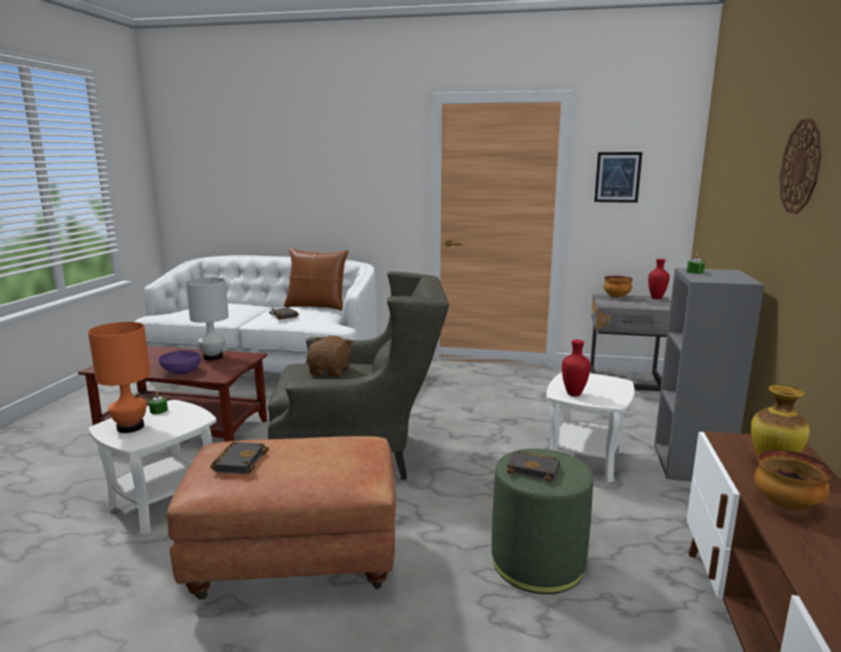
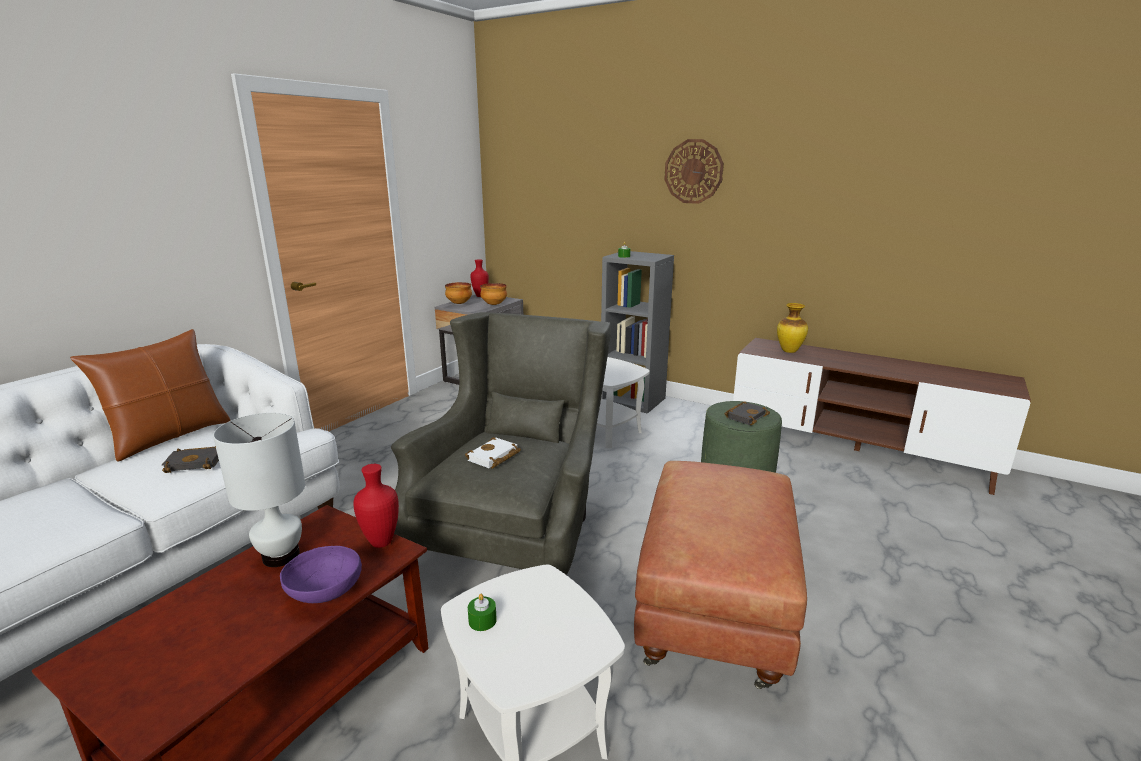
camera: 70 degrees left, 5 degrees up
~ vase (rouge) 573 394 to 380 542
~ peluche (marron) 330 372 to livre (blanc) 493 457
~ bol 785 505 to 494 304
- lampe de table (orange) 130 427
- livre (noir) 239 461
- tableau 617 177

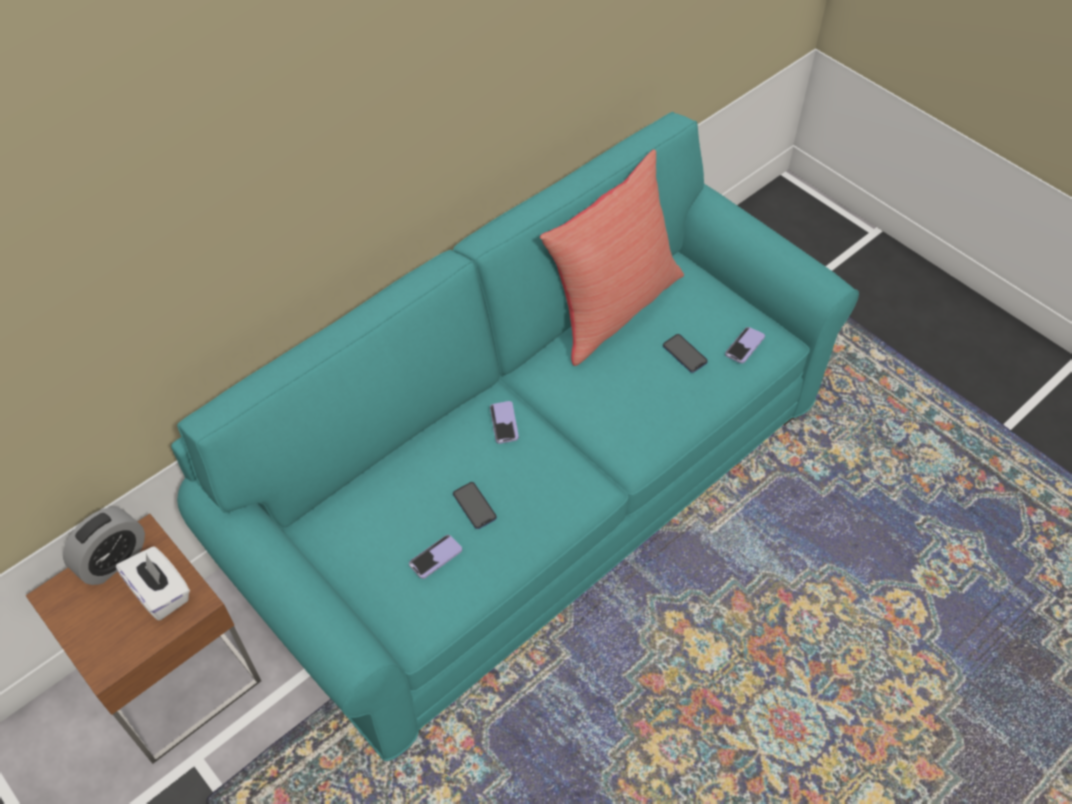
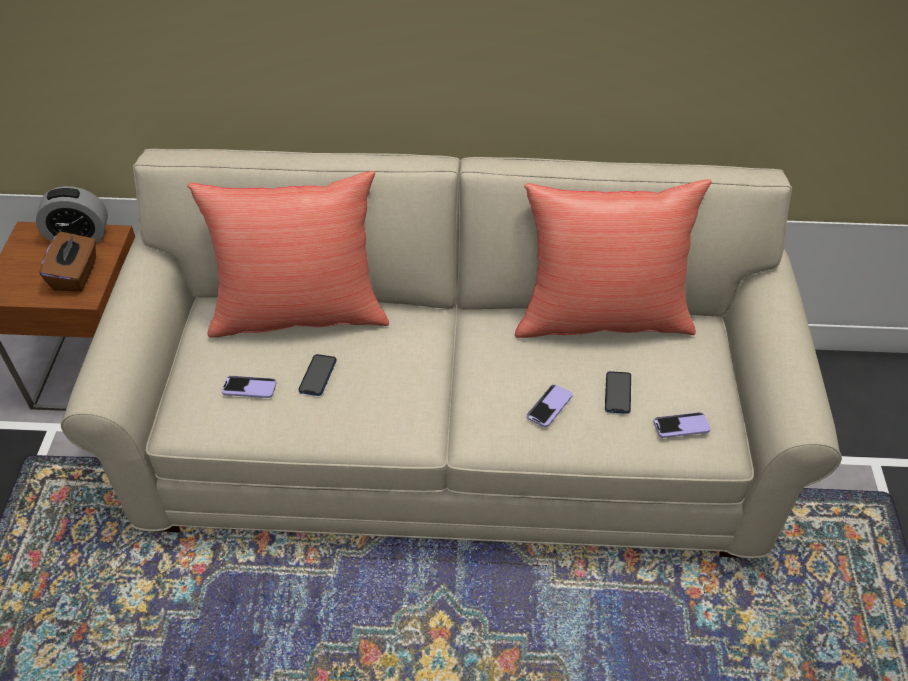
camera: 45 degrees right, 5 degrees down
~ boîte à mouchoirs (blanc) 161 592 to boîte à mouchoirs (marron) 76 275
~ canapé (turquoise) 535 487 to canapé (beige) 455 438
+ coussin (rouge) 299 312
~ téléphone 504 423 to 549 406

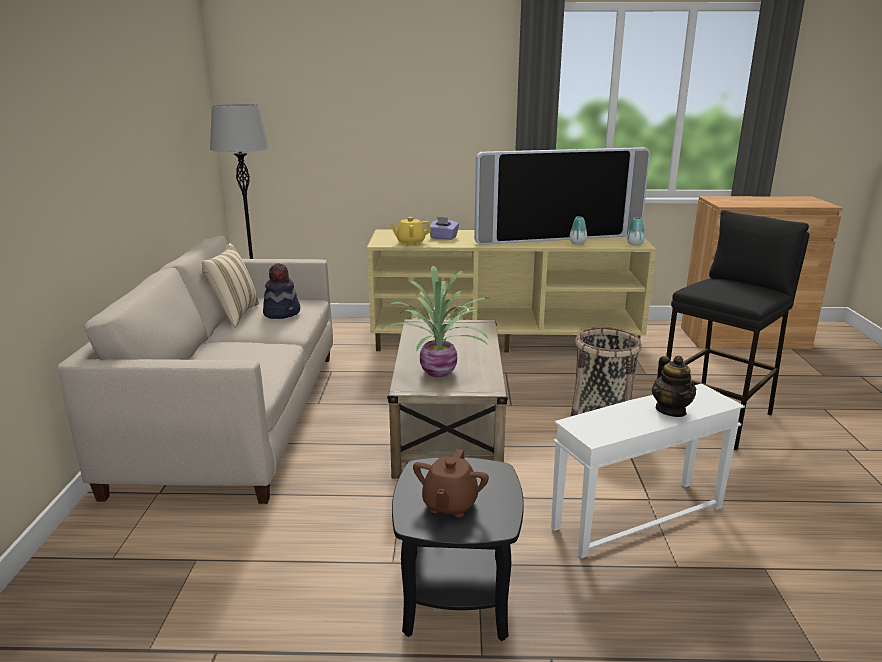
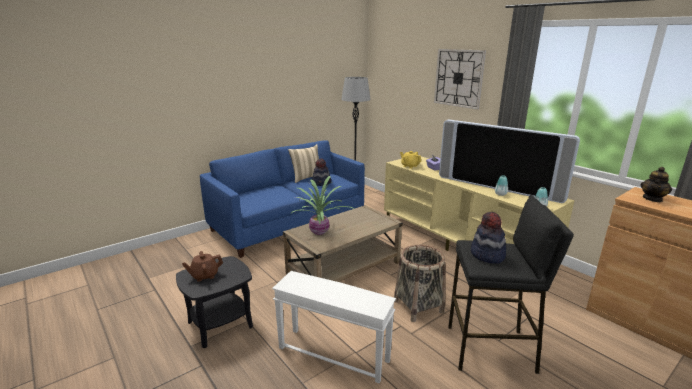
camera: 50 degrees right, 0 degrees up
~ canapé (beige) 235 416 to canapé (bleu) 289 223
+ horloge murale 458 78
+ chapeau 487 255
~ théière 671 410 to 652 199

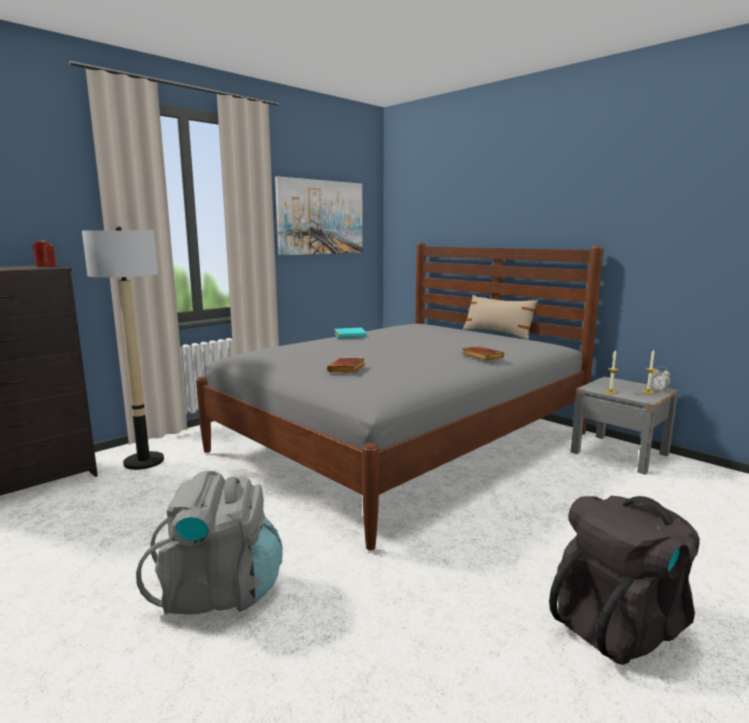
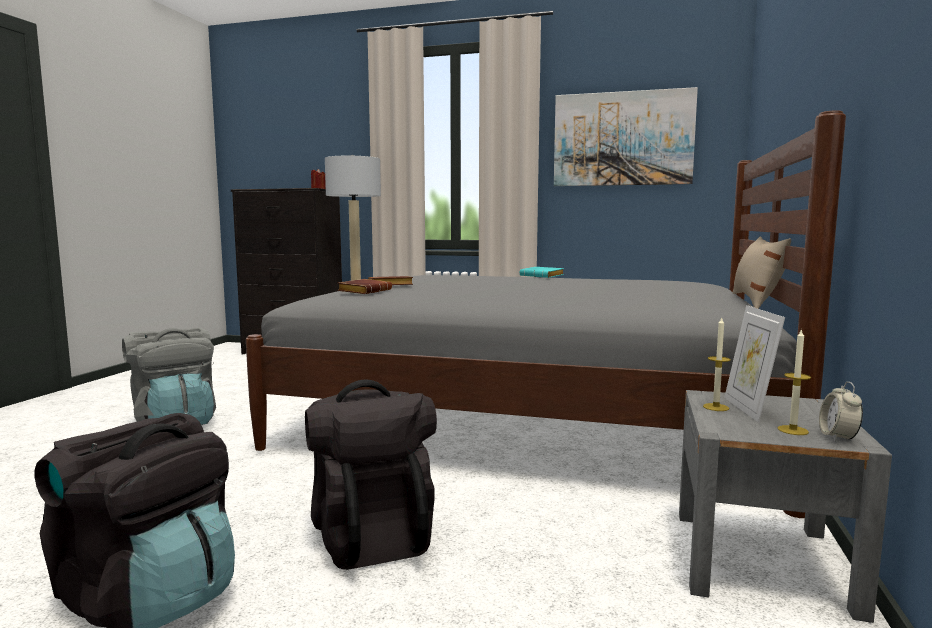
camera: 60 degrees right, 5 degrees down
+ sac à dos (noir) 371 534
~ livre (marron) 480 356 to 364 291
+ cadre photo 748 409

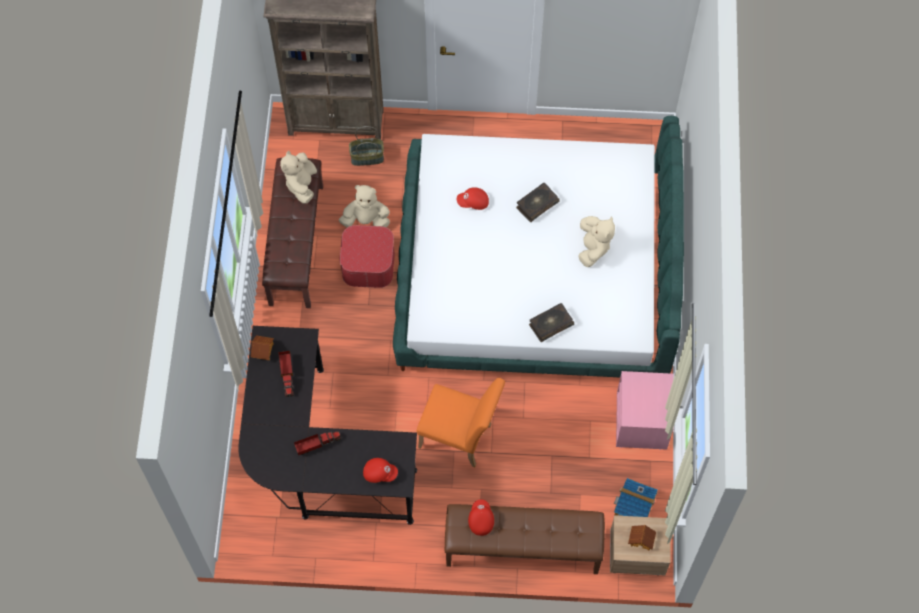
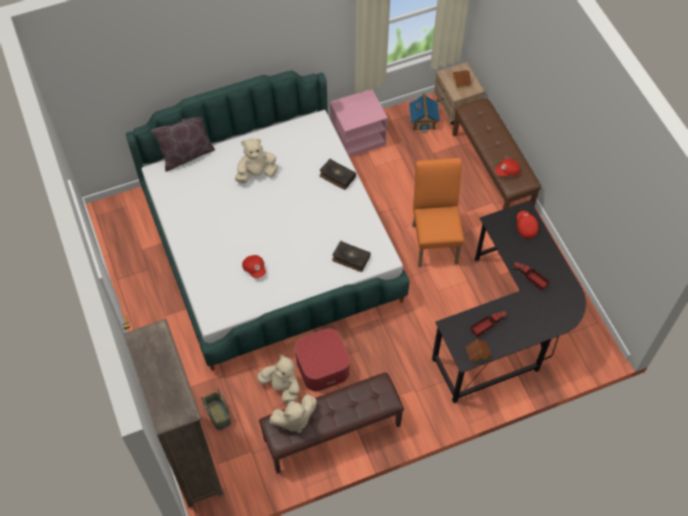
camera: 115 degrees left, 5 degrees down
+ coussin (marron) 186 155
~ peluche (beige) 366 220 = 282 387 150 degrees clockwise
~ livre 536 205 to 351 258

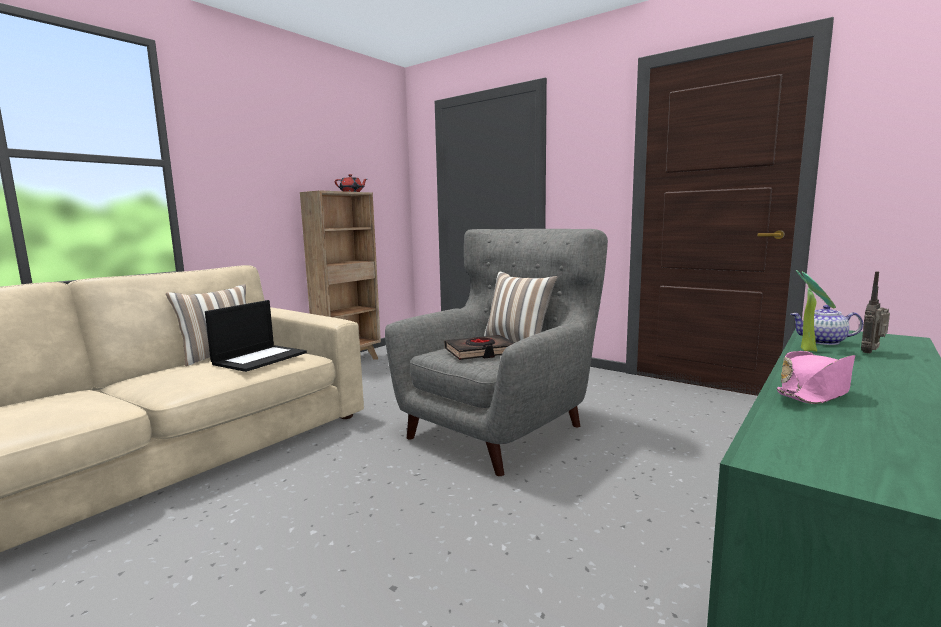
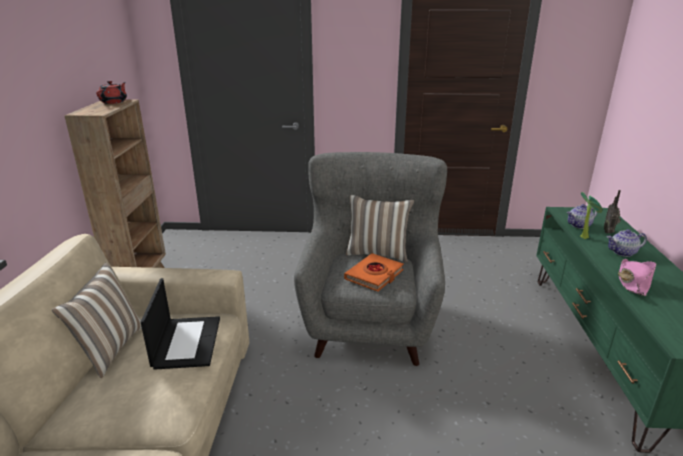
camera: 35 degrees left, 15 degrees up
~ livre (noir) 480 352 to livre (orange) 374 275
+ théière 622 252

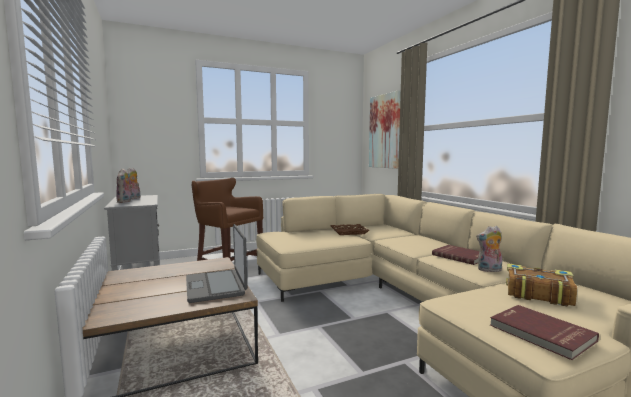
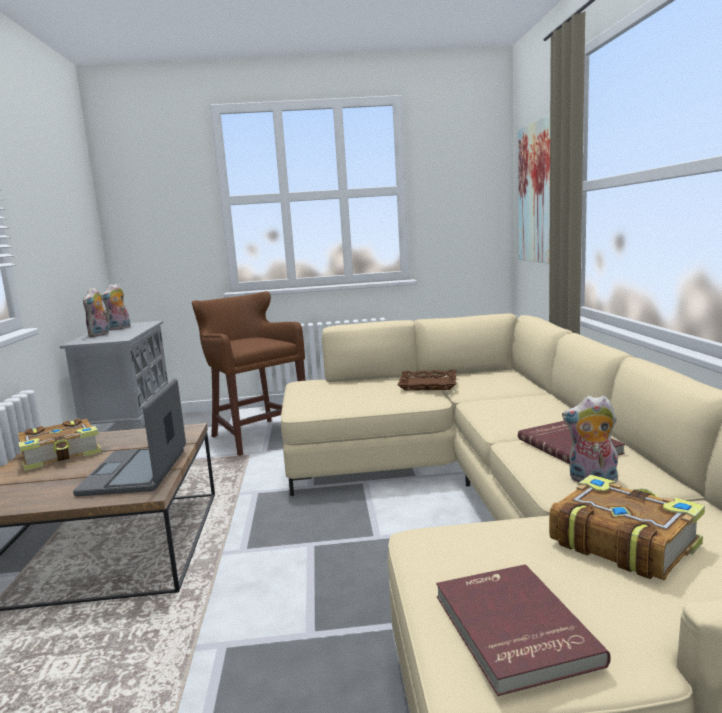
camera: 20 degrees right, 5 degrees up
+ livre 62 454

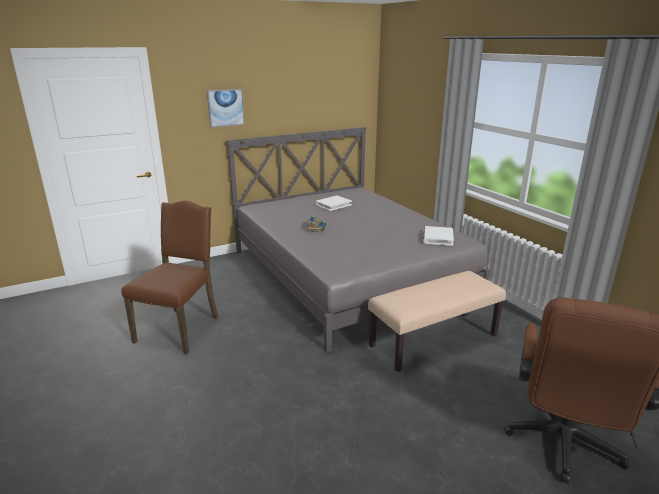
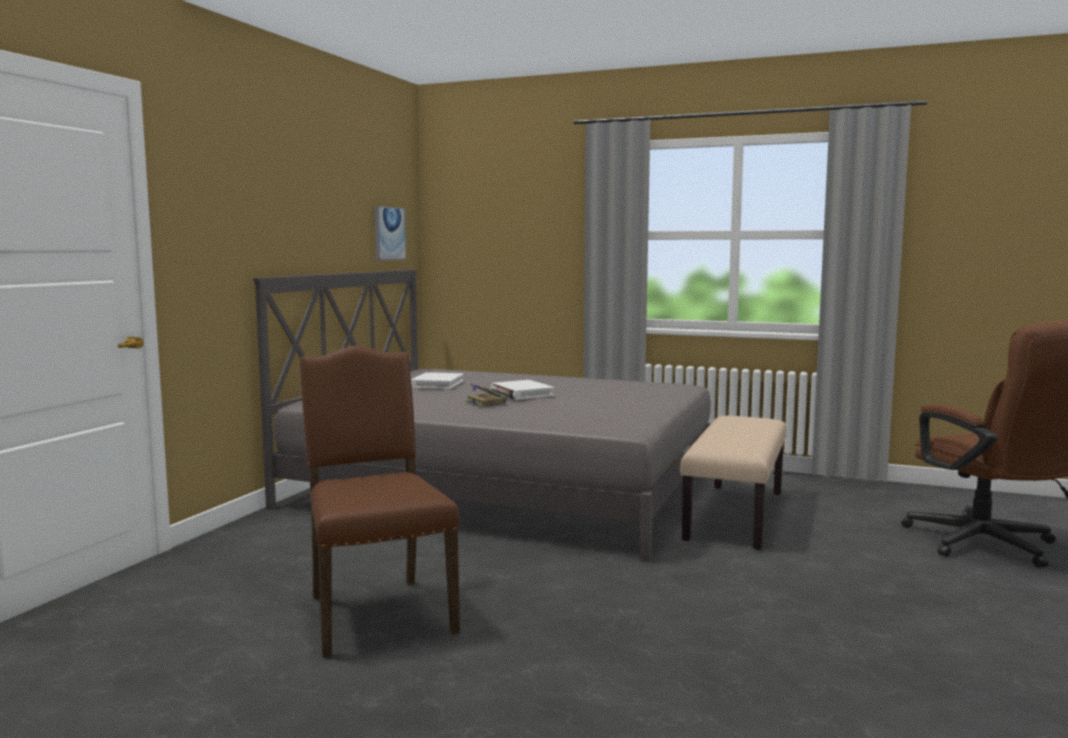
camera: 40 degrees left, 15 degrees down
~ tableau 225 107 to 389 233
~ livre (blanc) 437 238 to 521 393

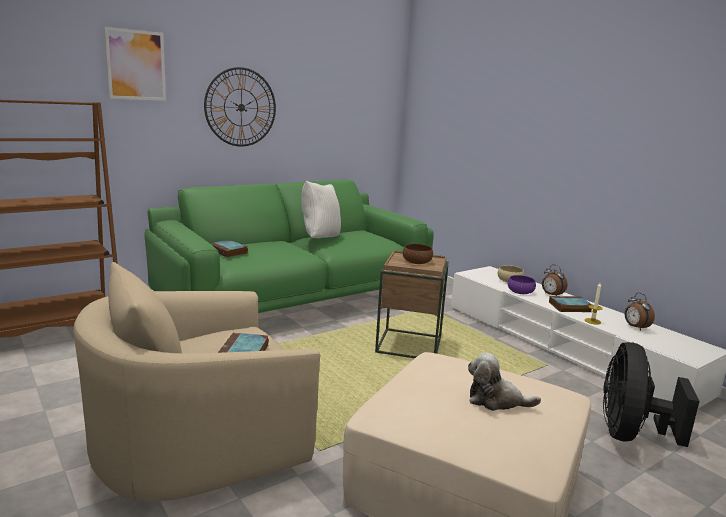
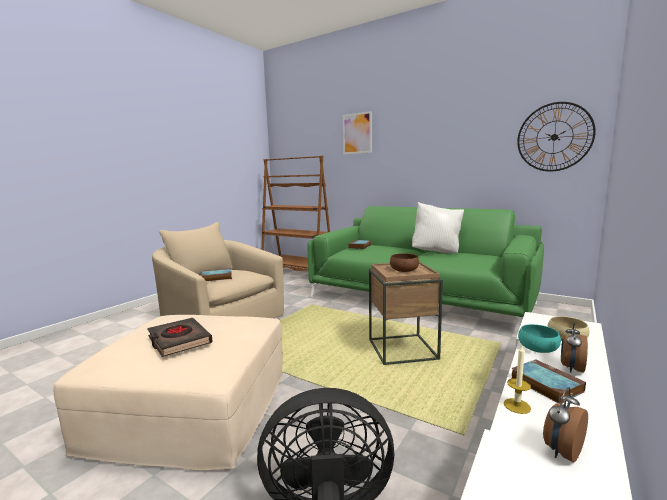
camera: 70 degrees right, 5 degrees down
~ peluche 496 400 to livre (noir) 179 340
~ horloge murale 241 107 to 554 137
~ bol (violet) 520 292 to bol (turquoise) 537 348

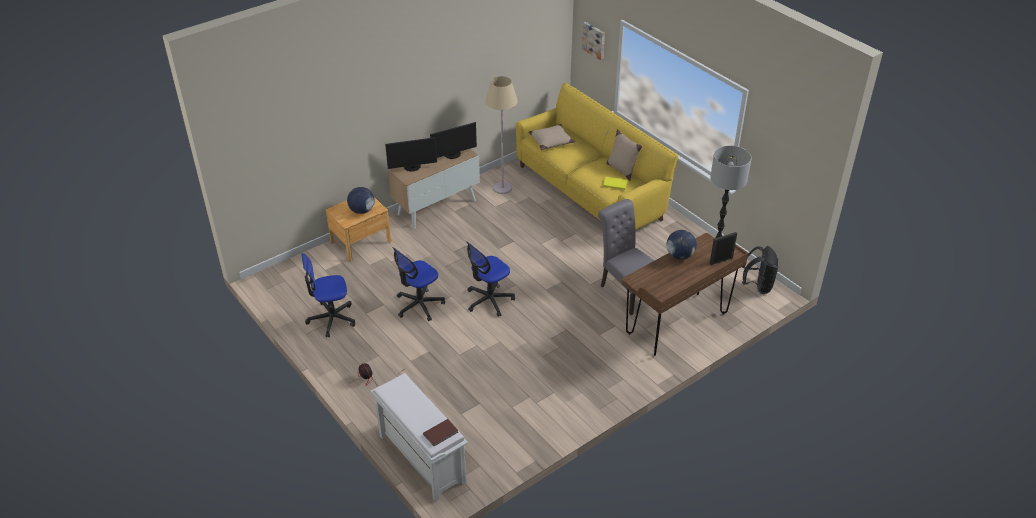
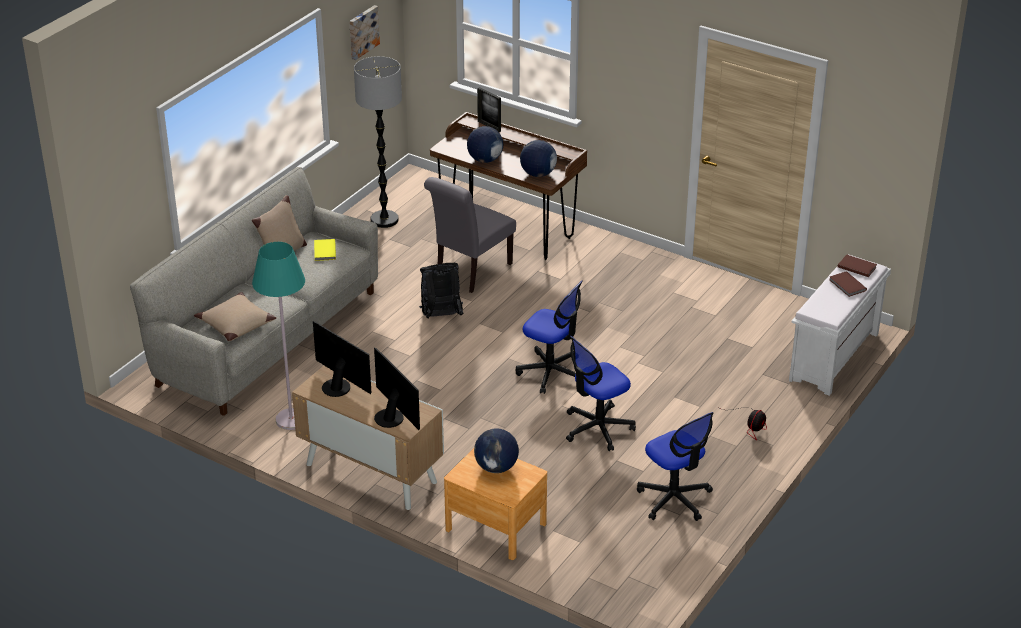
camera: 110 degrees left, 5 degrees down
~ canapé (jaune) 589 192 to canapé (gris) 267 337
~ lampadaire (beige) 502 188 to lampadaire (turquoise) 291 420
~ tableau 594 40 to 362 31
~ sac à dos (noir) 758 286 to 441 317
+ globe 538 174
~ chaise de bureau 419 305 = 597 428 120 degrees clockwise
+ livre (marron) 847 285

